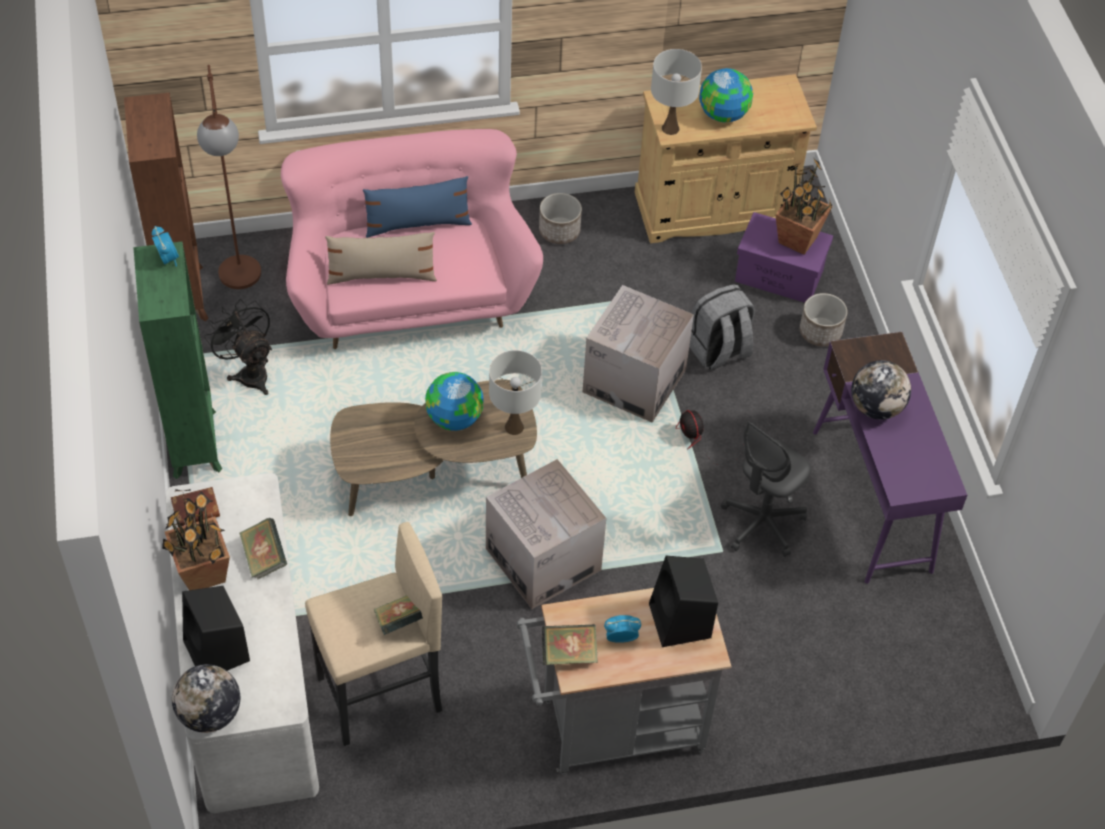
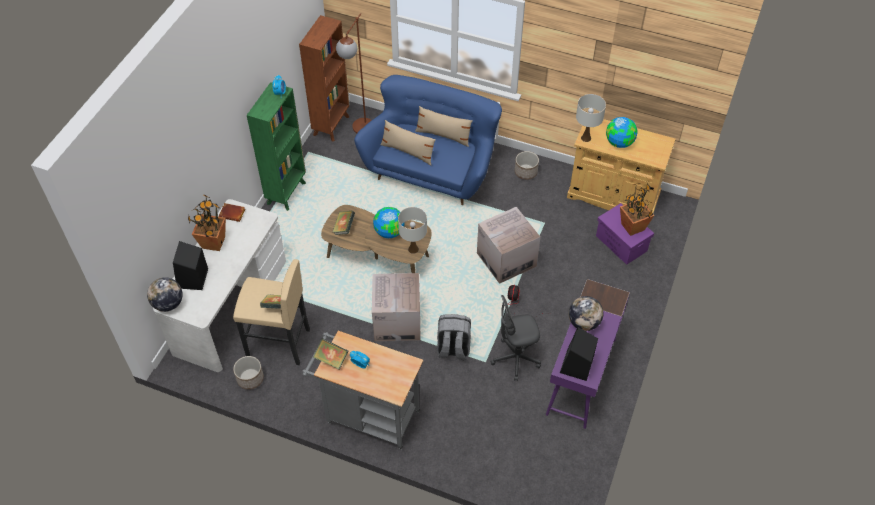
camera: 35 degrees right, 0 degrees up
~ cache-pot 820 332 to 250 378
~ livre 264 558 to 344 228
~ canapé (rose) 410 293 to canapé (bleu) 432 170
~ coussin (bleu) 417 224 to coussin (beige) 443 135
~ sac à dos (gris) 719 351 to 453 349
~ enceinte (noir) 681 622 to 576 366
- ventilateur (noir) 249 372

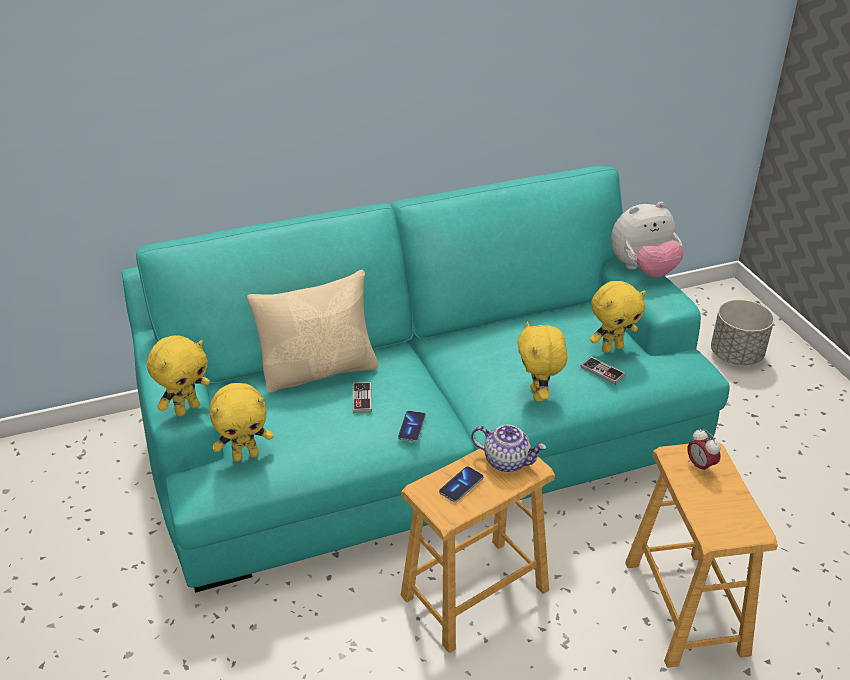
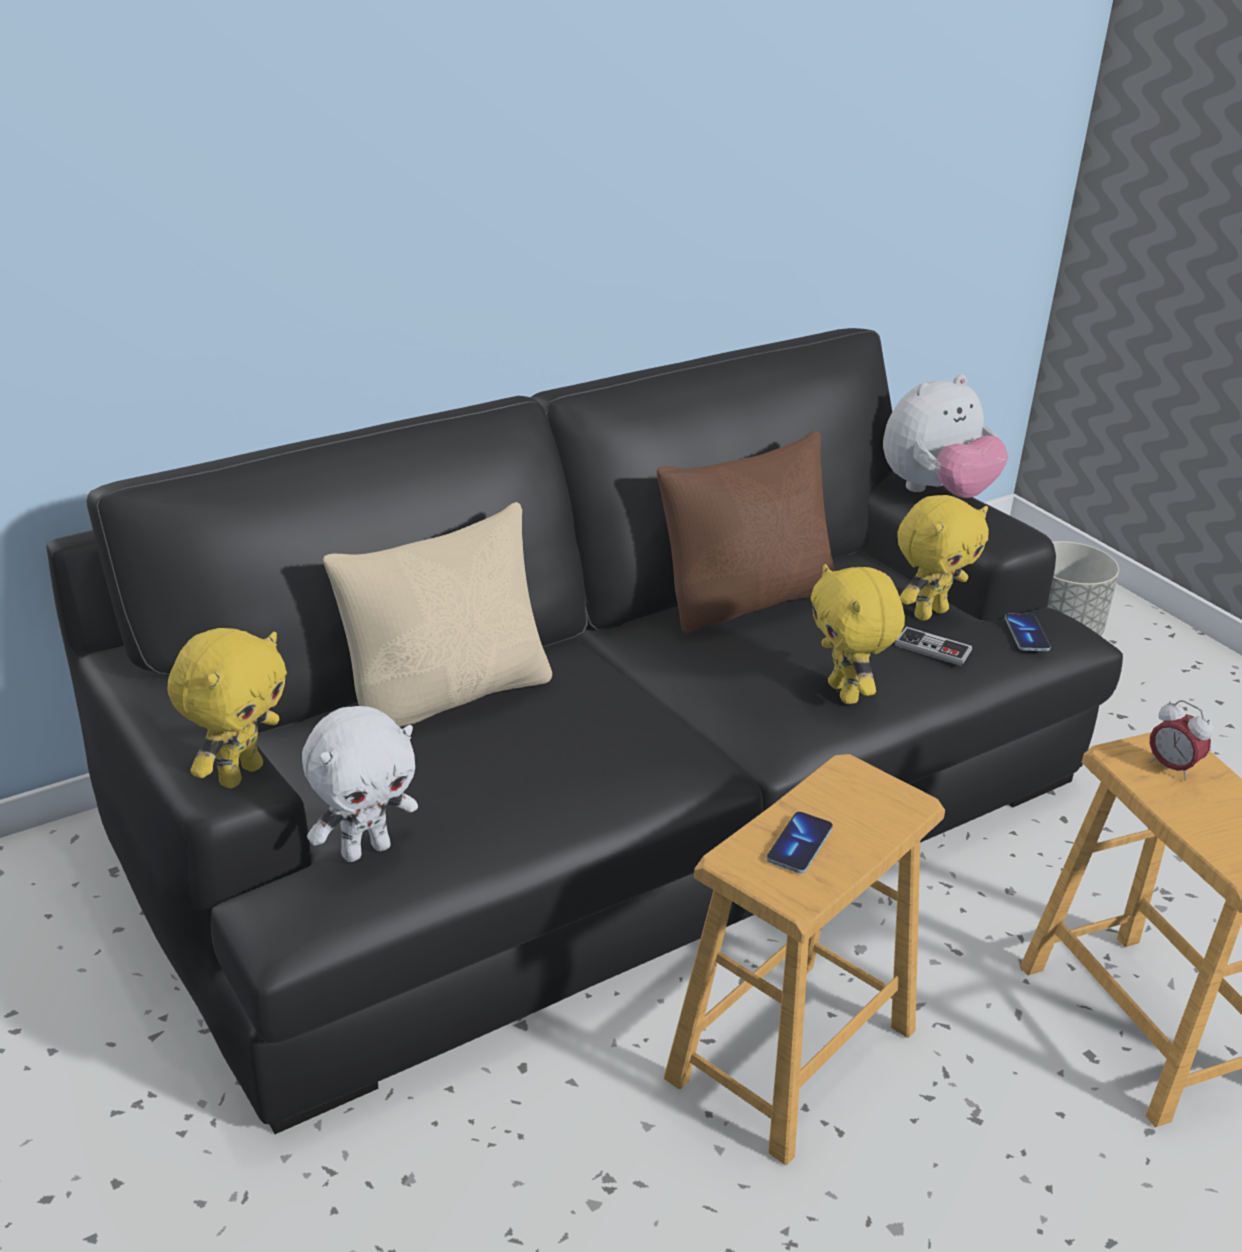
camera: 15 degrees left, 5 degrees down
~ canapé (turquoise) 425 434 to canapé (noir) 612 802
~ peluche (jaune) 246 455 to peluche (blanc) 365 849
+ coussin (marron) 747 601
~ téléphone 412 427 to 1026 634
- manette 362 398
- théière 507 461

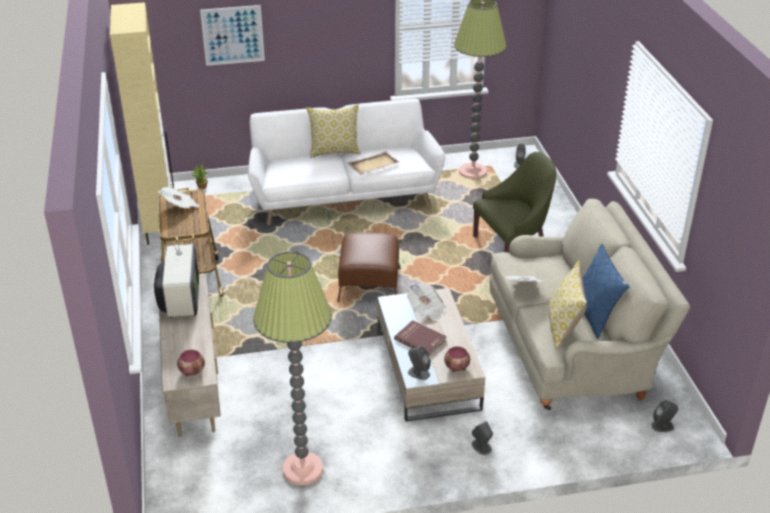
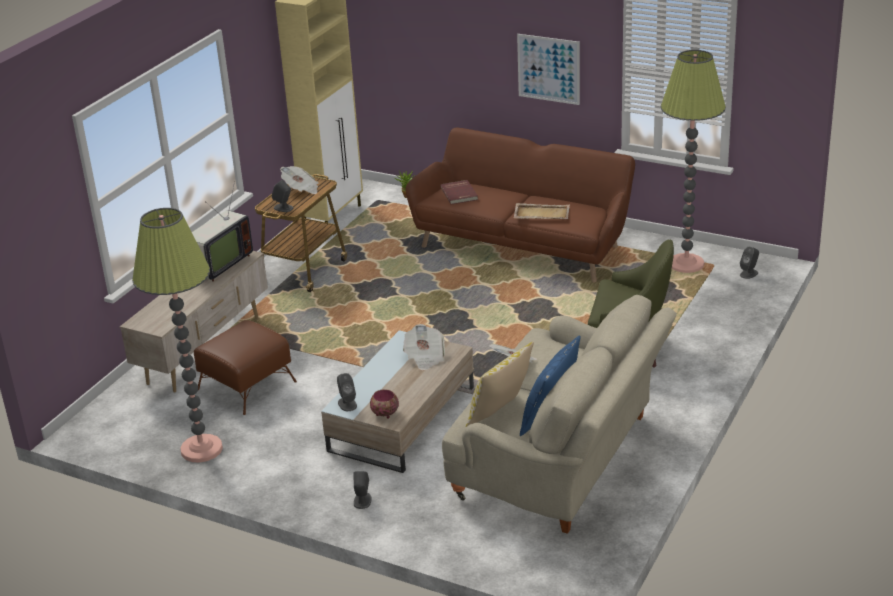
camera: 40 degrees right, 5 degrees down
~ pouf (marron) 369 285 to 247 385
~ enceinte (gris) 663 426 to 283 208
~ canapé (blanc) 343 196 to canapé (marron) 524 245
~ livre (rouge) 420 339 to 460 194
~ tableau 233 35 to 548 69
- bol 193 371
- coussin 334 152

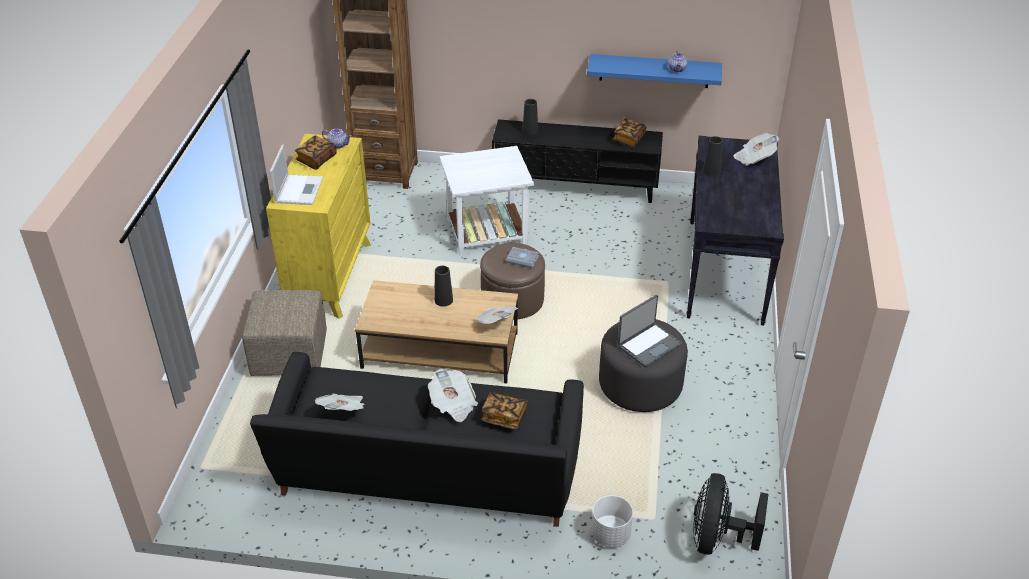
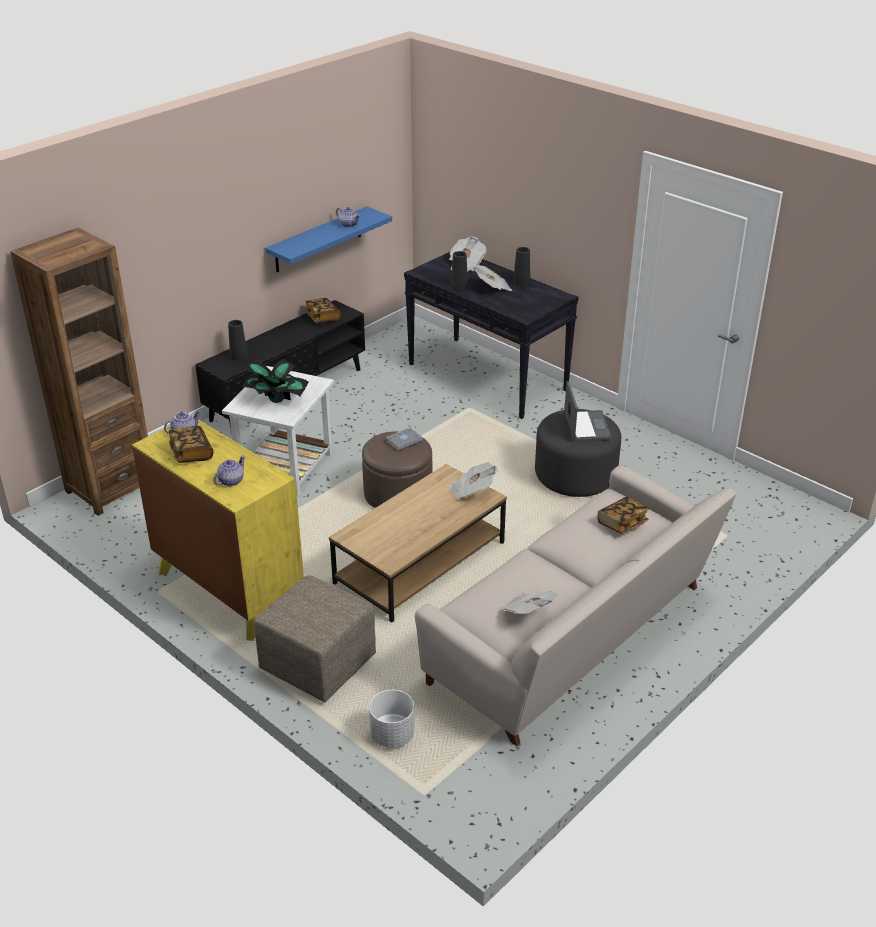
camera: 55 degrees left, 5 degrees down
~ ordinateur portable 299 189 to théière 230 481
+ plante en pot 276 399
~ cache-pot (blanc) 610 535 to 392 735
~ canapé (noir) 427 475 to canapé (beige) 574 637
~ journal 453 404 to 492 288
~ vase (noir) 443 300 to 521 283
- ventilateur (noir) 717 538

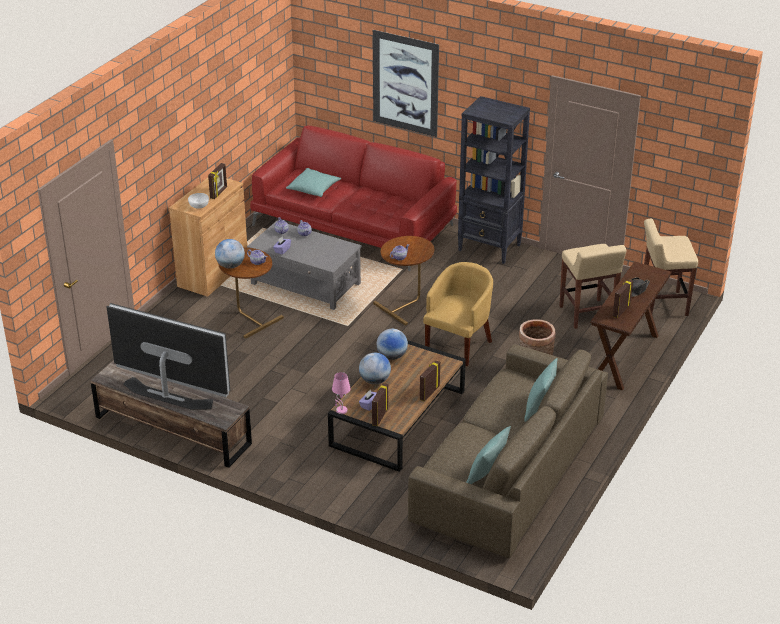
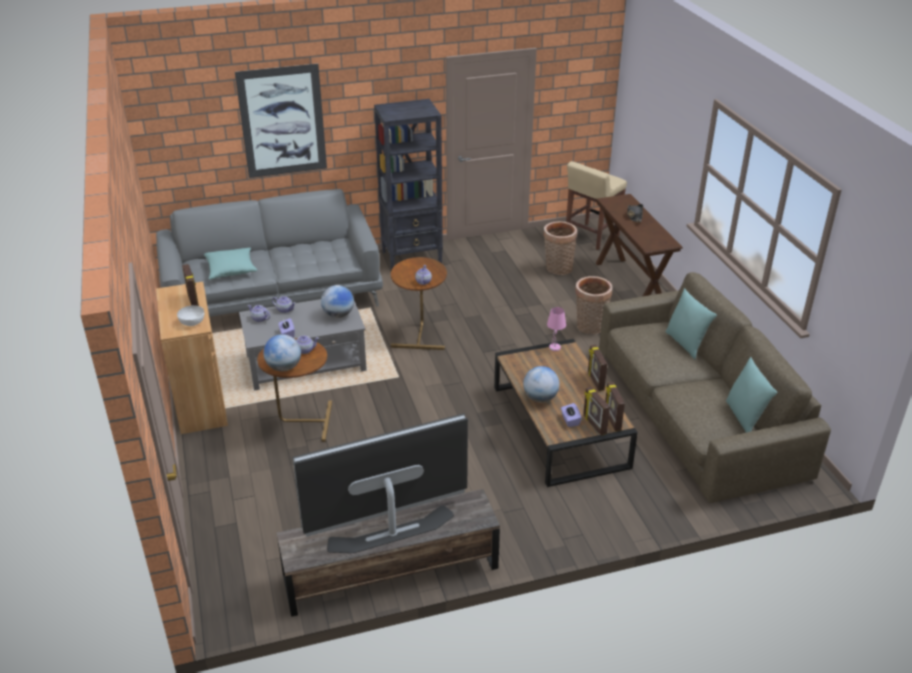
camera: 45 degrees left, 0 degrees up
~ canapé (rouge) 354 226 to canapé (gris) 274 294
~ globe 392 356 to 338 315
~ tabouret (beige) 587 314 to panier 557 269
~ lampe de table (rose) 341 410 to 554 348
~ cadre photo 621 311 to 612 420
- fauteuil (jaune) 458 344

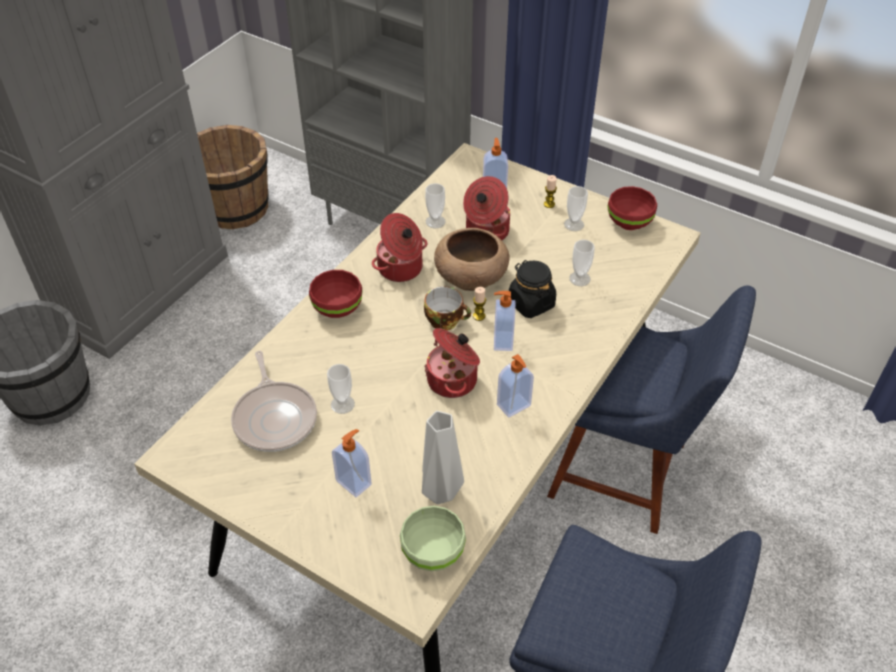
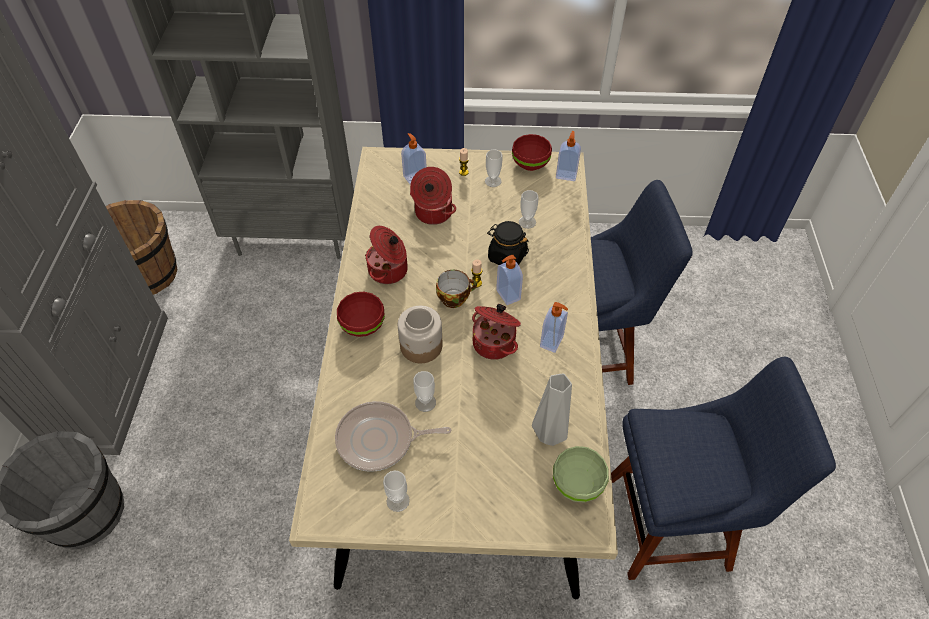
camera: 30 degrees left, 5 degrees up
~ poêle 275 417 = 379 440 135 degrees clockwise
~ tasse 435 221 to 398 501
+ bocal 421 346
~ distributeur de savon 354 482 to 566 175
- bol (marron) 471 276

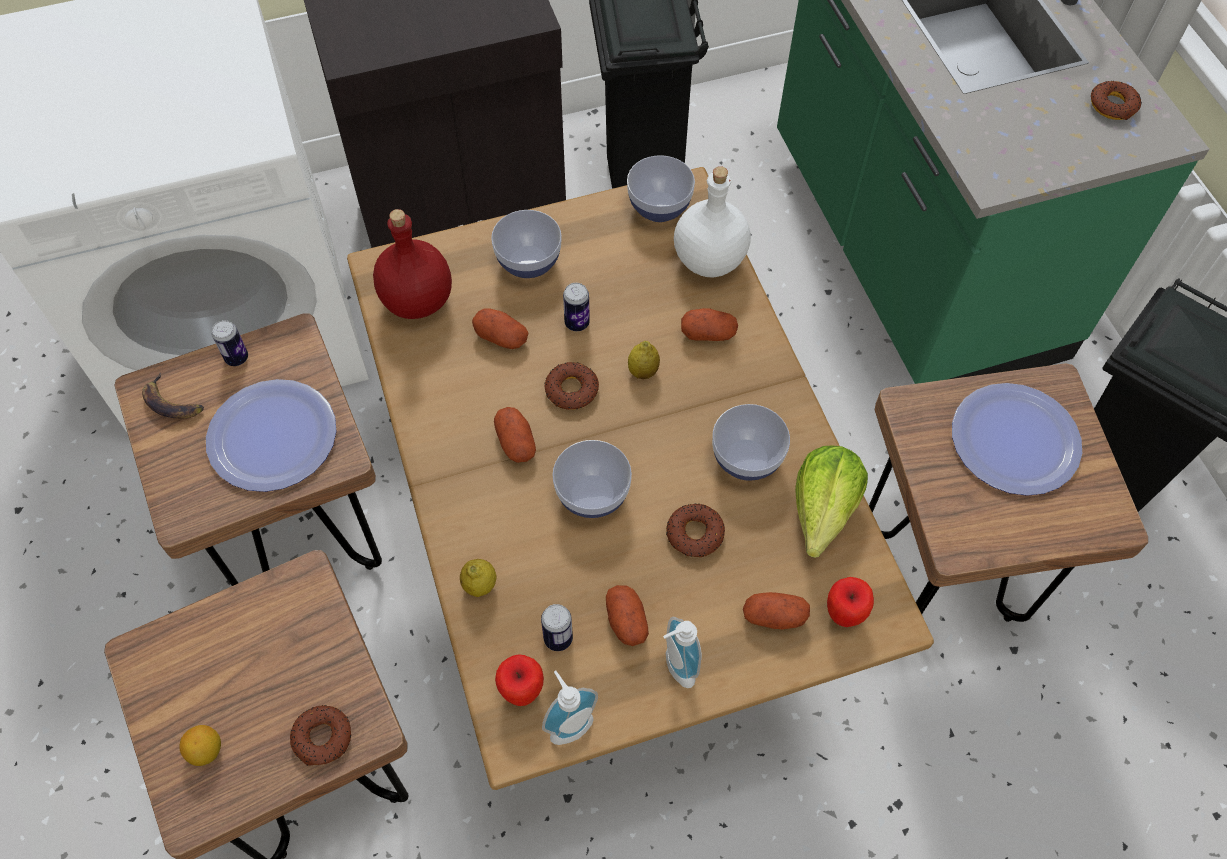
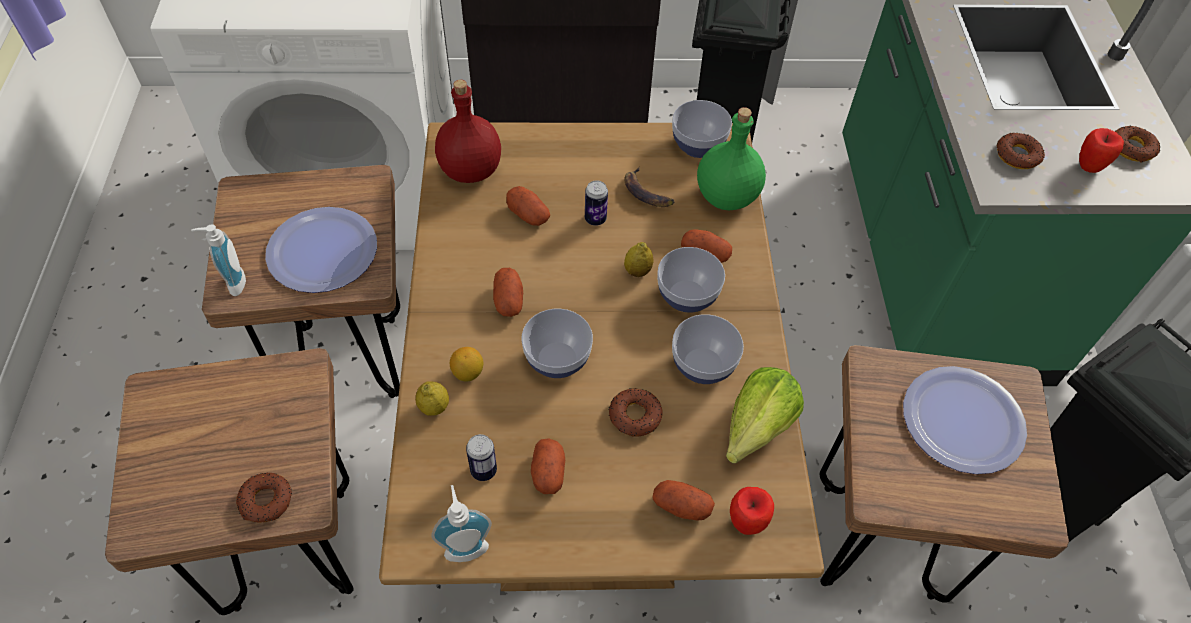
camera: 15 degrees right, 5 degrees down
~ distributeur de savon 675 669 to 232 283
~ citron 206 750 to 468 373
~ banane 172 402 to 646 192
~ bol 528 262 to 686 296
~ bouteille (blanc) 710 260 to bouteille (vert) 727 197
~ beignet 571 390 to 1017 155
~ pomme 522 691 to 1089 166
- boîte métallique 237 358

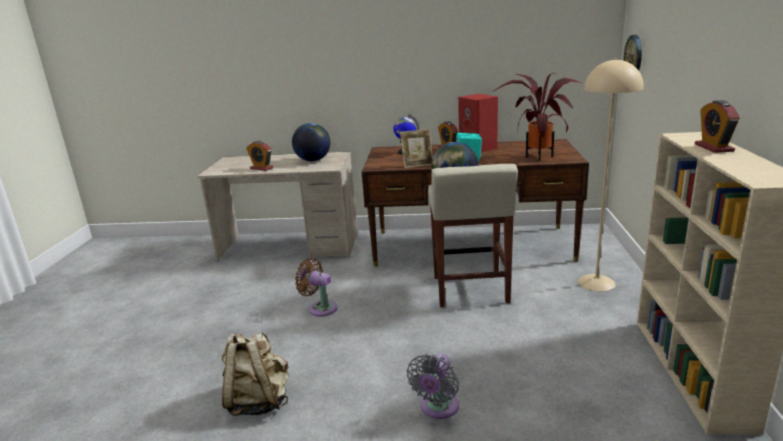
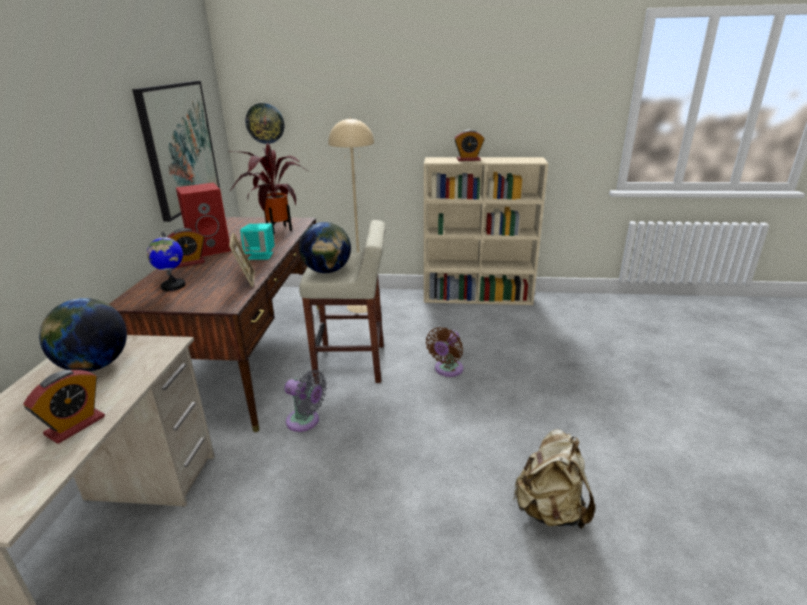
camera: 90 degrees left, 5 degrees up
+ tableau 179 147
~ ventilateur (gris) 438 408 to 305 421
~ ventilateur (marron) 320 308 to 447 370

